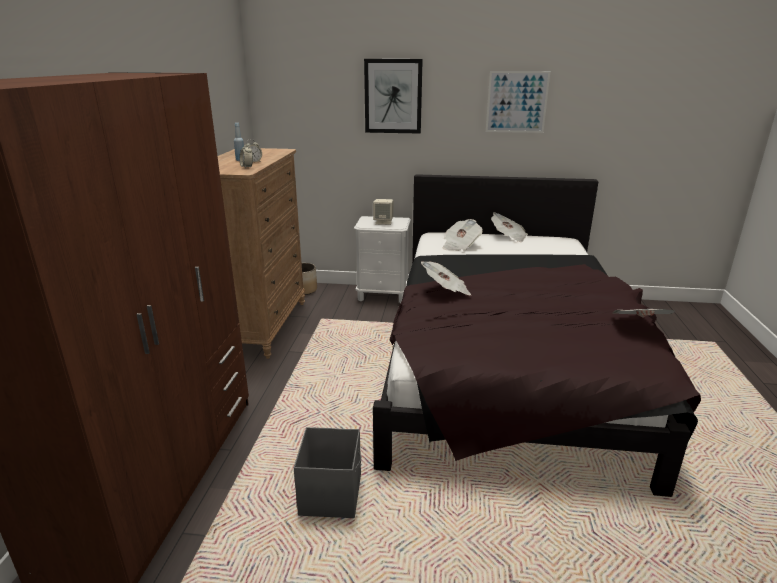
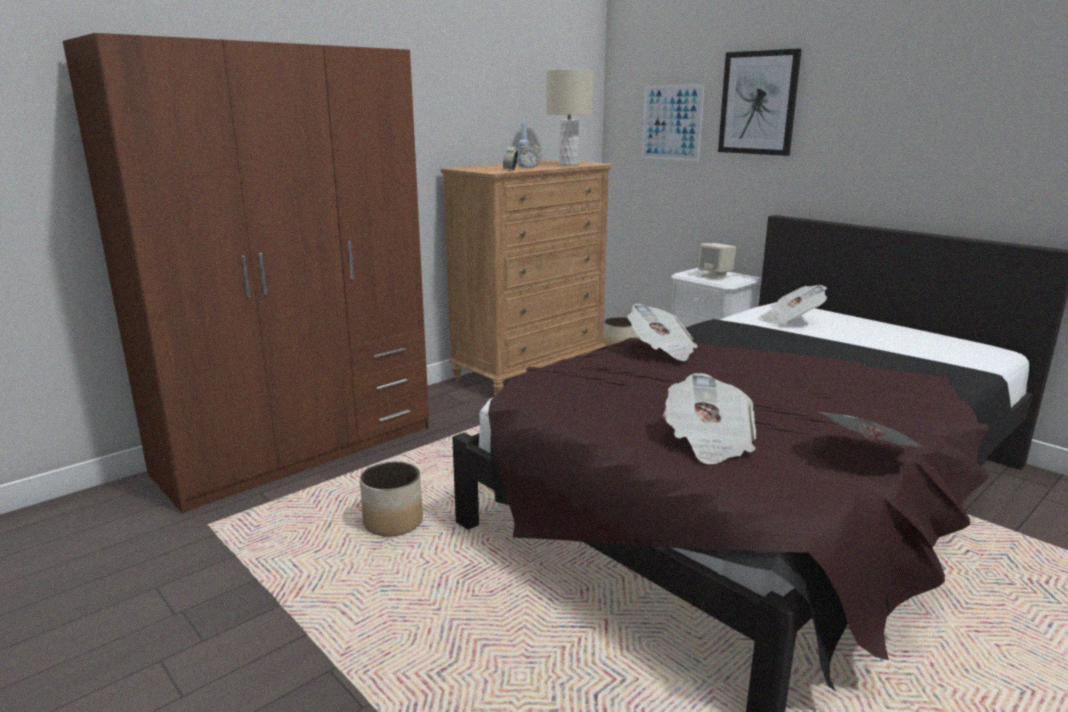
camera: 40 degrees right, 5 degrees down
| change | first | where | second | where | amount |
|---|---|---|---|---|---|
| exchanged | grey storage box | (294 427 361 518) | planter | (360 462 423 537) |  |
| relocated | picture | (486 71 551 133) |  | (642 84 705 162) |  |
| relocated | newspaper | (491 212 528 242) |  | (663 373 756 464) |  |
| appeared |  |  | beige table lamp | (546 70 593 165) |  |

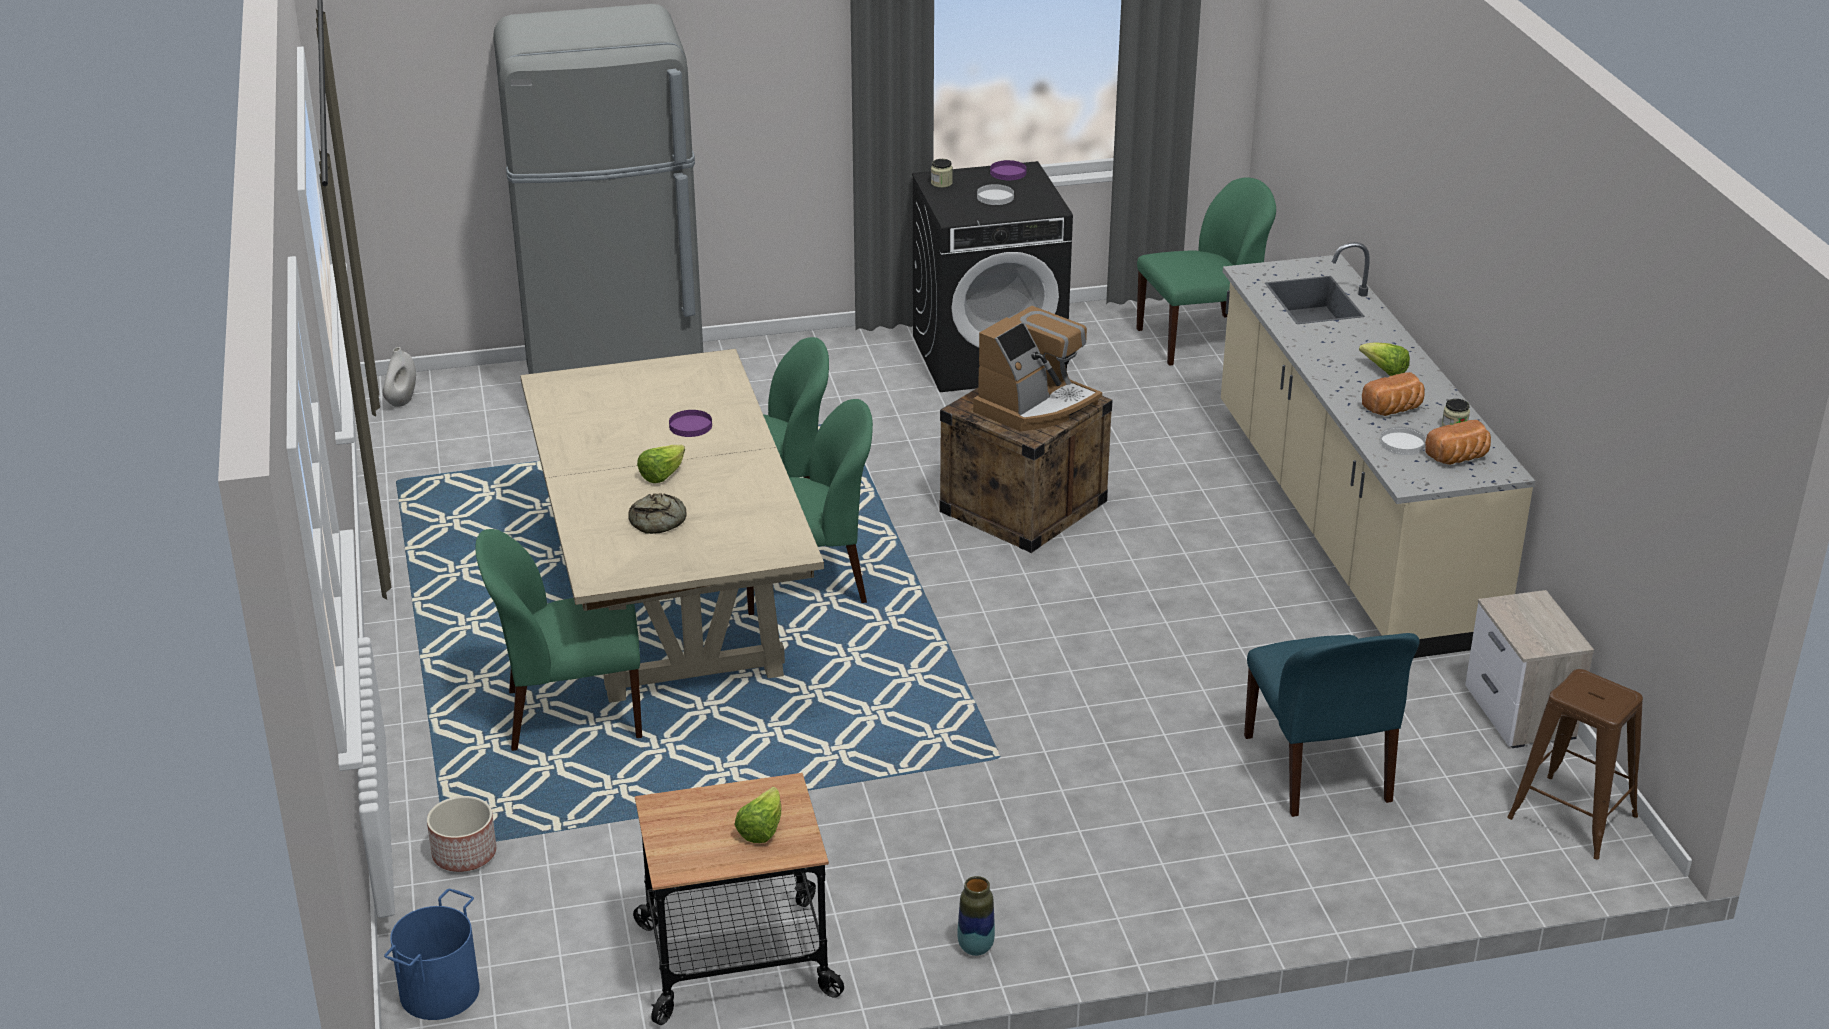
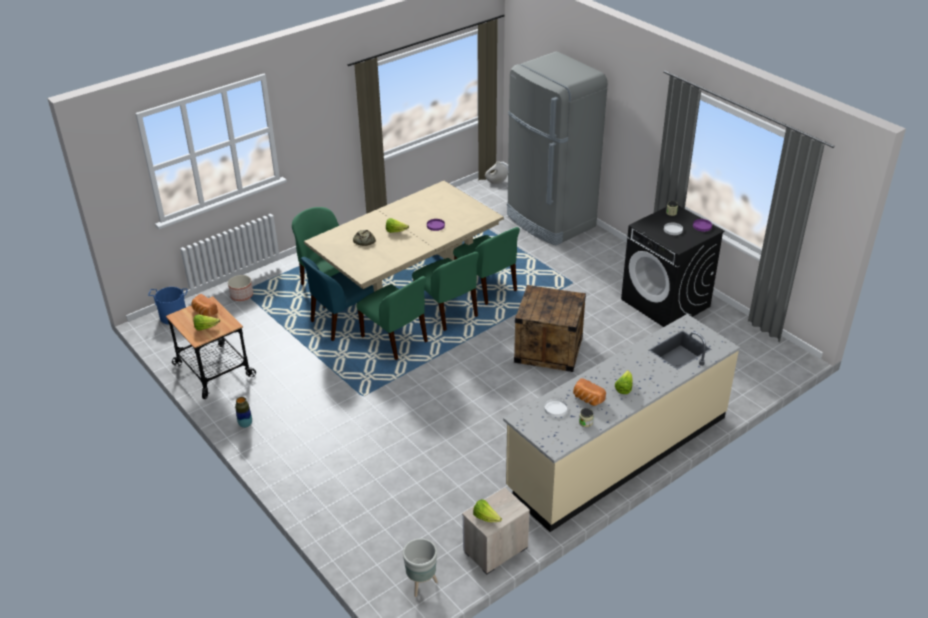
camera: 65 degrees right, 5 degrees up
| change | first | where | second | where | amount |
|---|---|---|---|---|---|
| missing | coffee machine | (973 306 1102 432) |  |  |  |
| relocated | green chair | (1137 177 1276 366) |  | (356 276 428 360) |  |
| relocated | blue chair | (1244 633 1420 817) |  | (301 257 374 341) |  |
| relocated | bread | (1425 420 1491 465) |  | (191 294 218 317) |  |
| exchanged | brown stool | (1507 669 1643 859) | grey planter | (403 538 438 597) |  |
| appeared |  |  | lettuce | (473 499 502 522) |  |

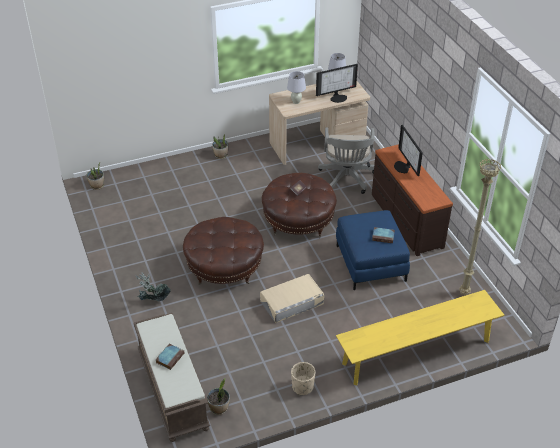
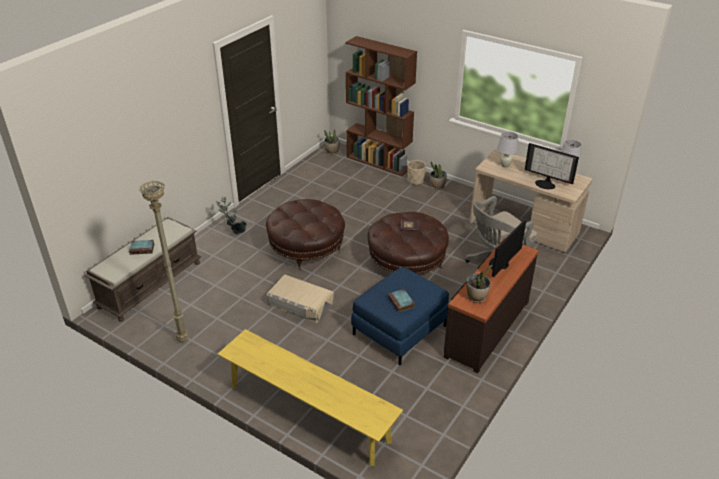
camera: 55 degrees right, 5 degrees down
| change | first | where | second | where | amount |
|---|---|---|---|---|---|
| relocated | potted plant | (207 378 230 415) |  | (466 265 492 303) |  |
| relocated | beige planter | (291 362 316 395) |  | (407 160 426 185) |  |
| relocated | beige floor lamp | (459 159 501 296) |  | (139 181 189 342) |  |
| appeared |  |  | brown bookcase | (345 36 417 176) |  |

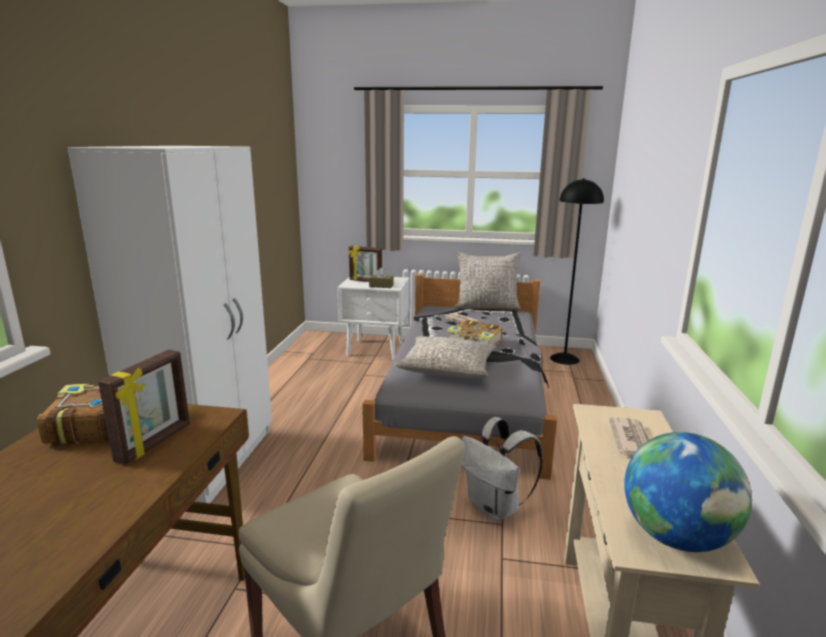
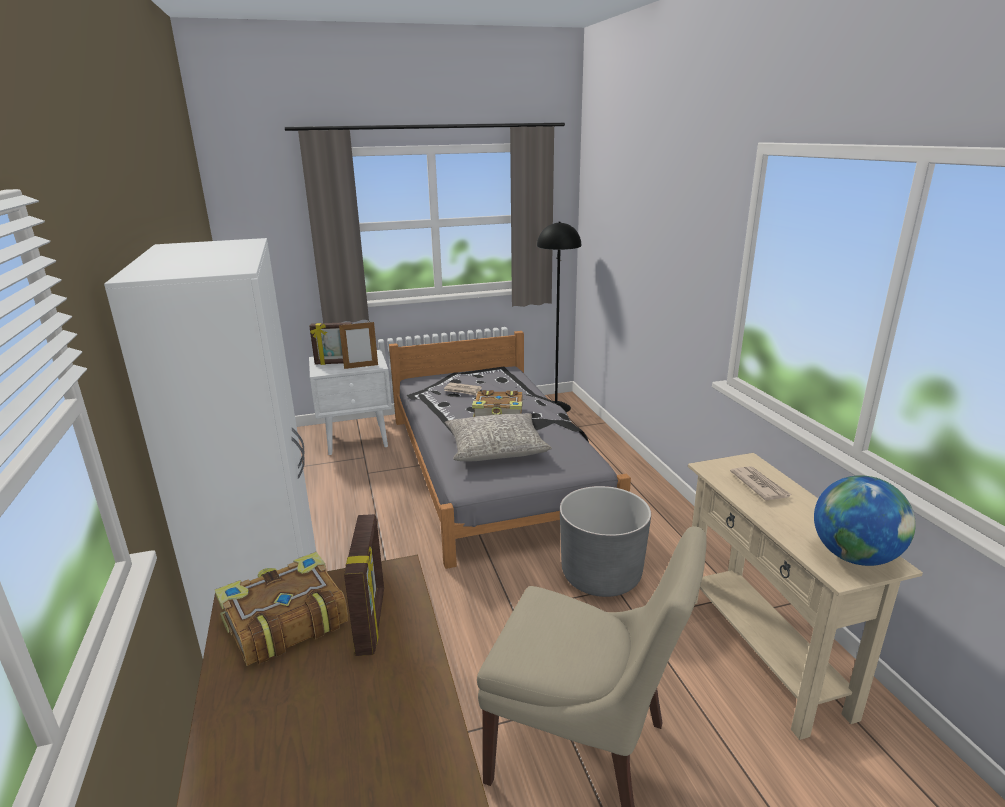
camera: 25 degrees left, 5 degrees up
| change | first | where | second | where | amount |
|---|---|---|---|---|---|
| exchanged | brown tissue box | (369 268 394 288) | picture frame | (339 322 378 369) |  |
| missing | grey pillow | (455 251 521 310) |  |  |  |
| exchanged | white backpack | (462 417 543 521) | grey planter | (560 486 651 597) |  |

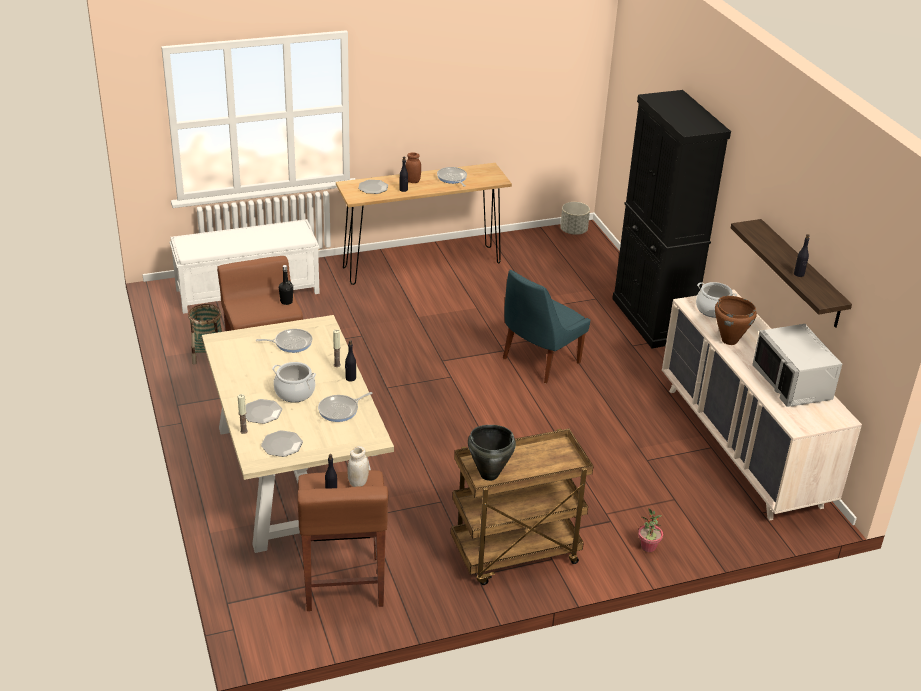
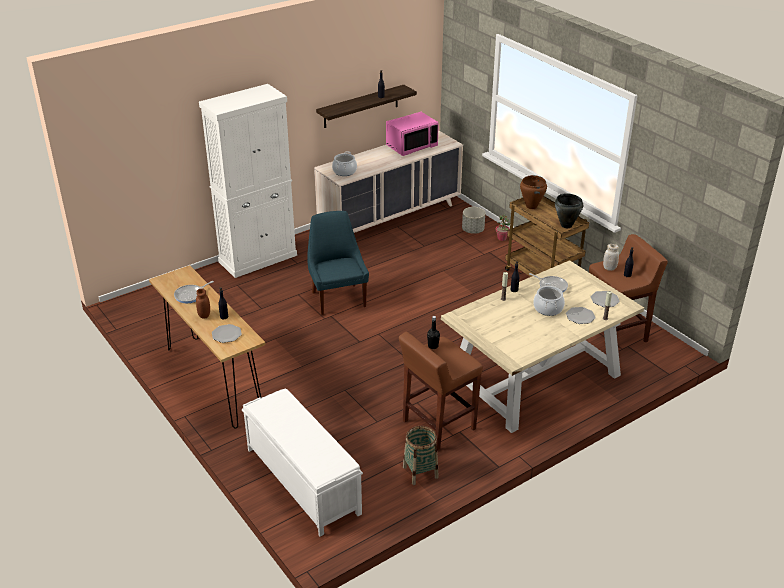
camera: 105 degrees left, 0 degrees up
| change | first | where | second | where | amount |
|---|---|---|---|---|---|
| missing | frying pan | (256 329 312 353) |  |  |  |
| spun | blue chair | (503 270 591 384) |  | (307 211 369 315) | 135 degrees counterclockwise |
| relocated | grey planter | (560 202 590 235) |  | (462 207 485 234) |  |
| colour | black cabinet | (612 90 731 348) | white cabinet | (199 84 297 278) |  |
| relocated | brown cooking pot | (715 296 757 345) |  | (520 175 547 209) |  |
| colour | grey microwave | (752 324 842 407) | pink microwave | (386 112 439 156) |  |

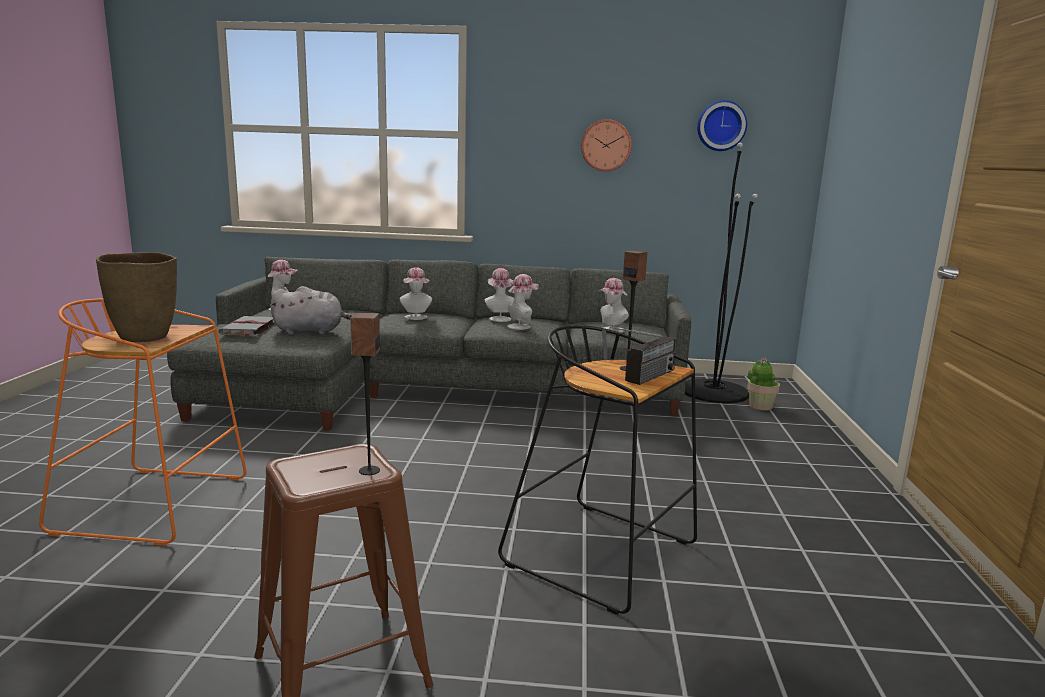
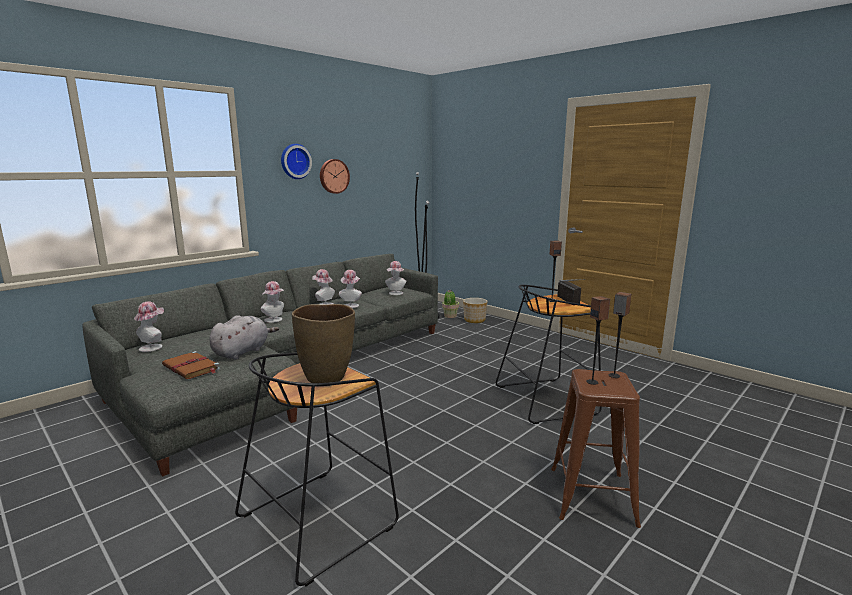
camera: 50 degrees left, 0 degrees up
| change | first | where | second | where | amount |
|---|---|---|---|---|---|
| colour | orange stool | (39 299 247 546) | black stool | (235 352 399 587) |  |
| colour | grey book | (218 316 275 337) | brown book | (162 351 220 379) |  |
| relocated | wall clock | (697 100 747 151) |  | (281 144 312 179) |  |
| appeared |  |  | planter | (463 298 487 323) |  |
| appeared |  |  | speaker | (587 296 610 385) |  |

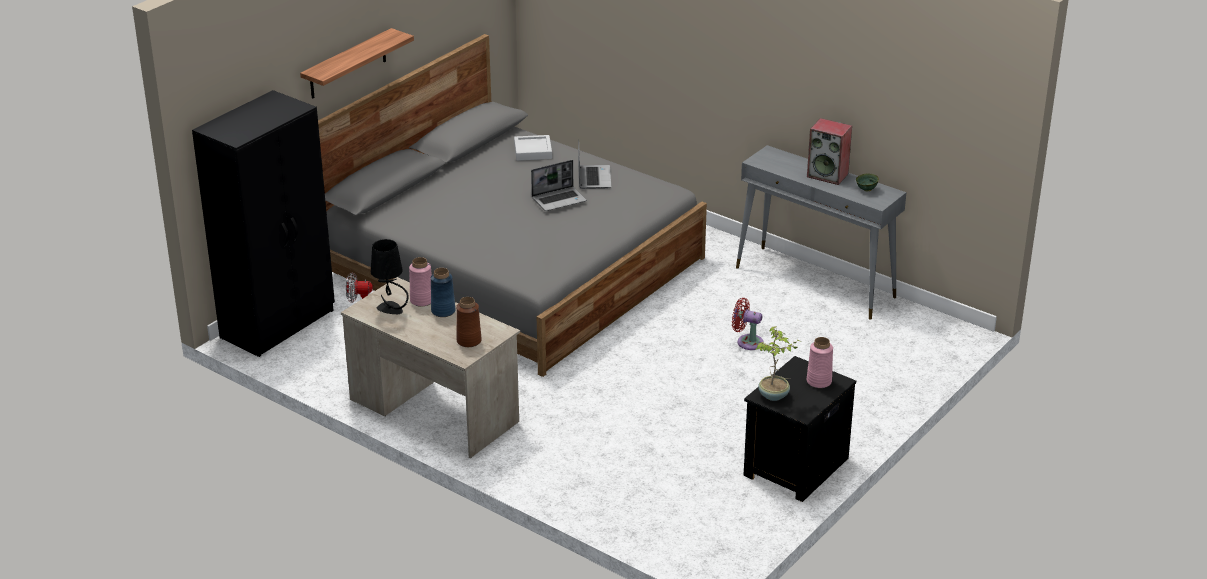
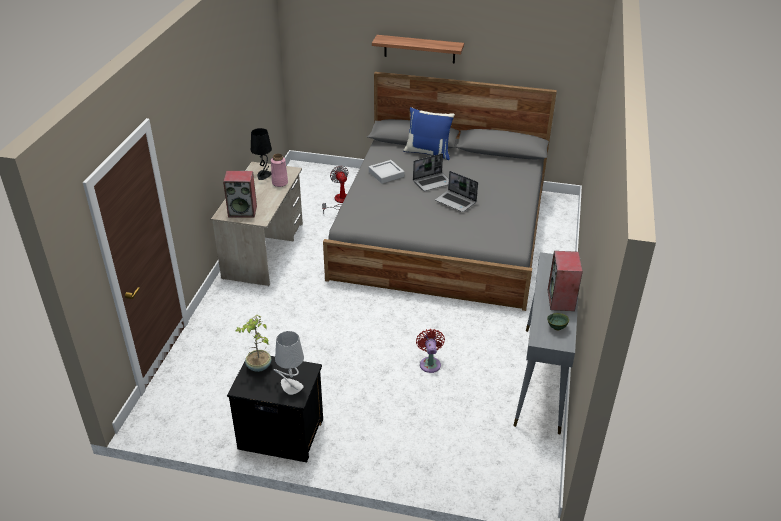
camera: 65 degrees right, 5 degrees up
| change | first | where | second | where | amount |
|---|---|---|---|---|---|
| missing | black wardrobe | (192 90 335 357) |  |  |  |
| missing | blue vase | (431 268 456 317) |  |  |  |
| exchanged | brown vase | (456 297 482 347) | speaker | (223 171 257 217) |  |
| relocated | grey tray | (514 135 552 161) |  | (369 160 404 184) |  |
| relocated | laptop | (578 140 611 189) |  | (413 154 449 191) |  |
| exchanged | pink vase | (807 337 833 388) | grey table lamp | (274 331 304 395) |  |
| appeared |  |  | blue pillow | (403 107 455 160) |  |

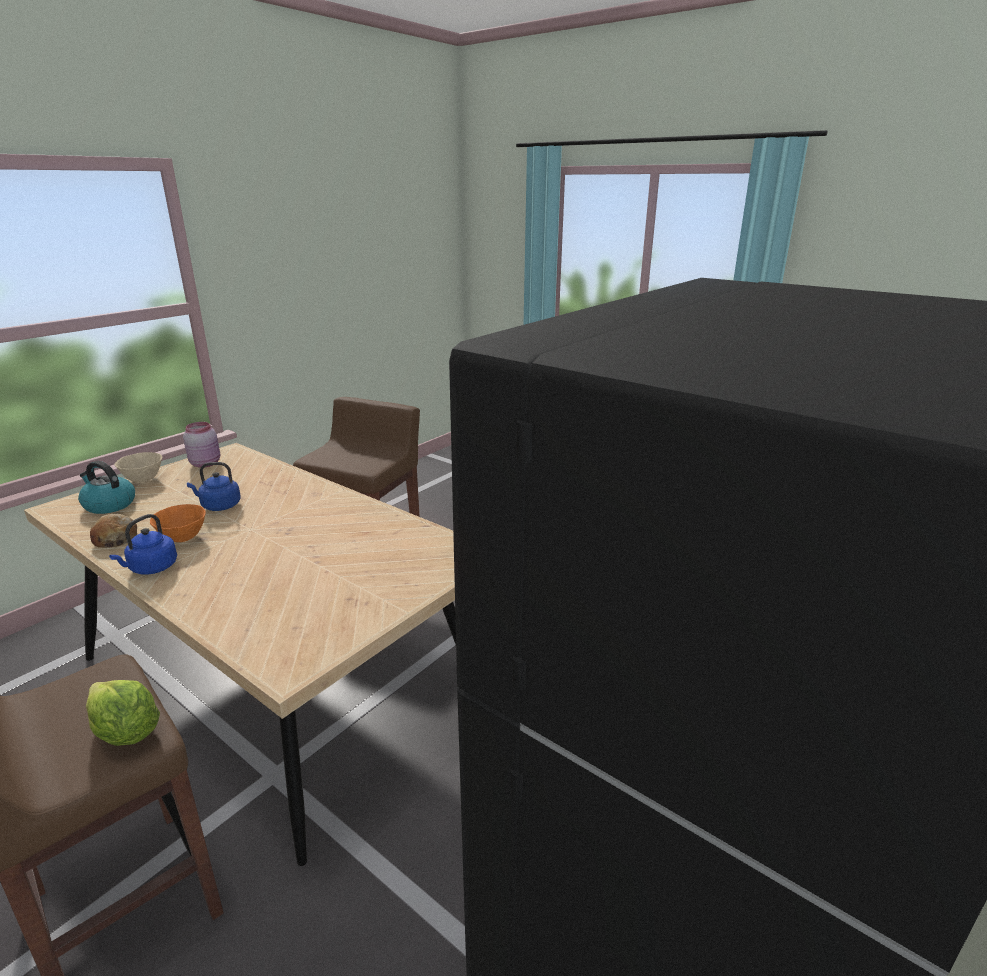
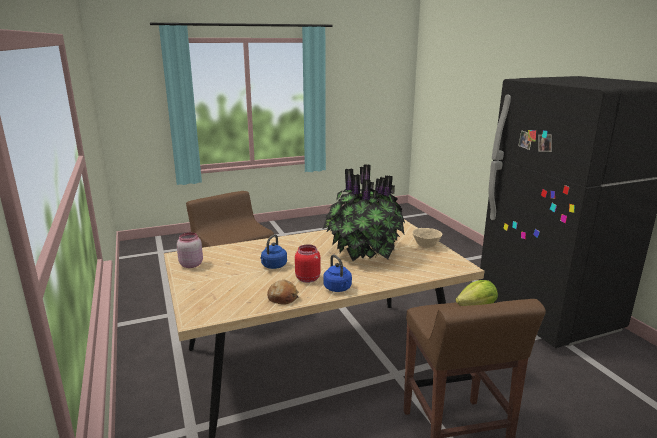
camera: 60 degrees left, 5 degrees down
| change | first | where | second | where | amount |
|---|---|---|---|---|---|
| missing | kettle | (78 461 135 514) |  |  |  |
| relocated | beige bowl | (114 452 162 482) |  | (412 228 442 248) |  |
| exchanged | orange bowl | (150 504 206 542) | red jar | (295 244 321 283) |  |
| appeared |  |  | potted plant | (323 164 405 261) |  |

